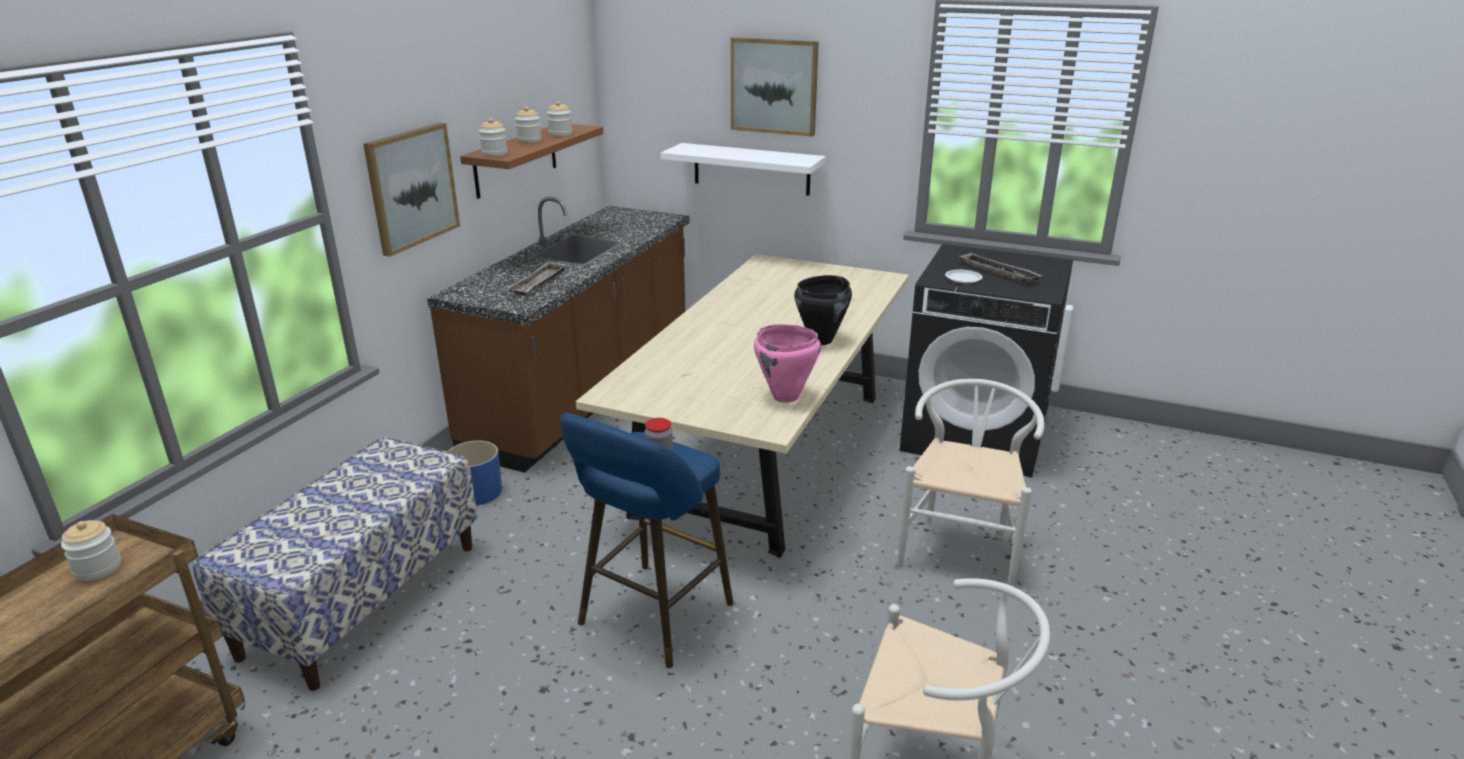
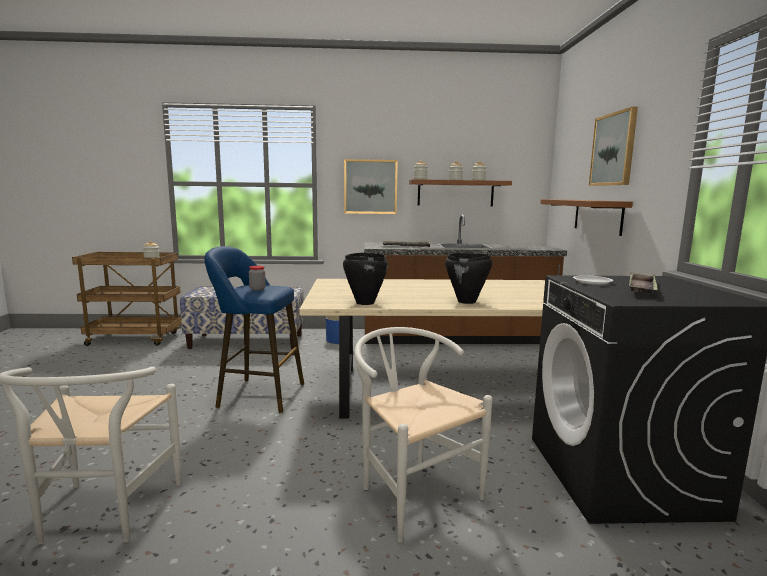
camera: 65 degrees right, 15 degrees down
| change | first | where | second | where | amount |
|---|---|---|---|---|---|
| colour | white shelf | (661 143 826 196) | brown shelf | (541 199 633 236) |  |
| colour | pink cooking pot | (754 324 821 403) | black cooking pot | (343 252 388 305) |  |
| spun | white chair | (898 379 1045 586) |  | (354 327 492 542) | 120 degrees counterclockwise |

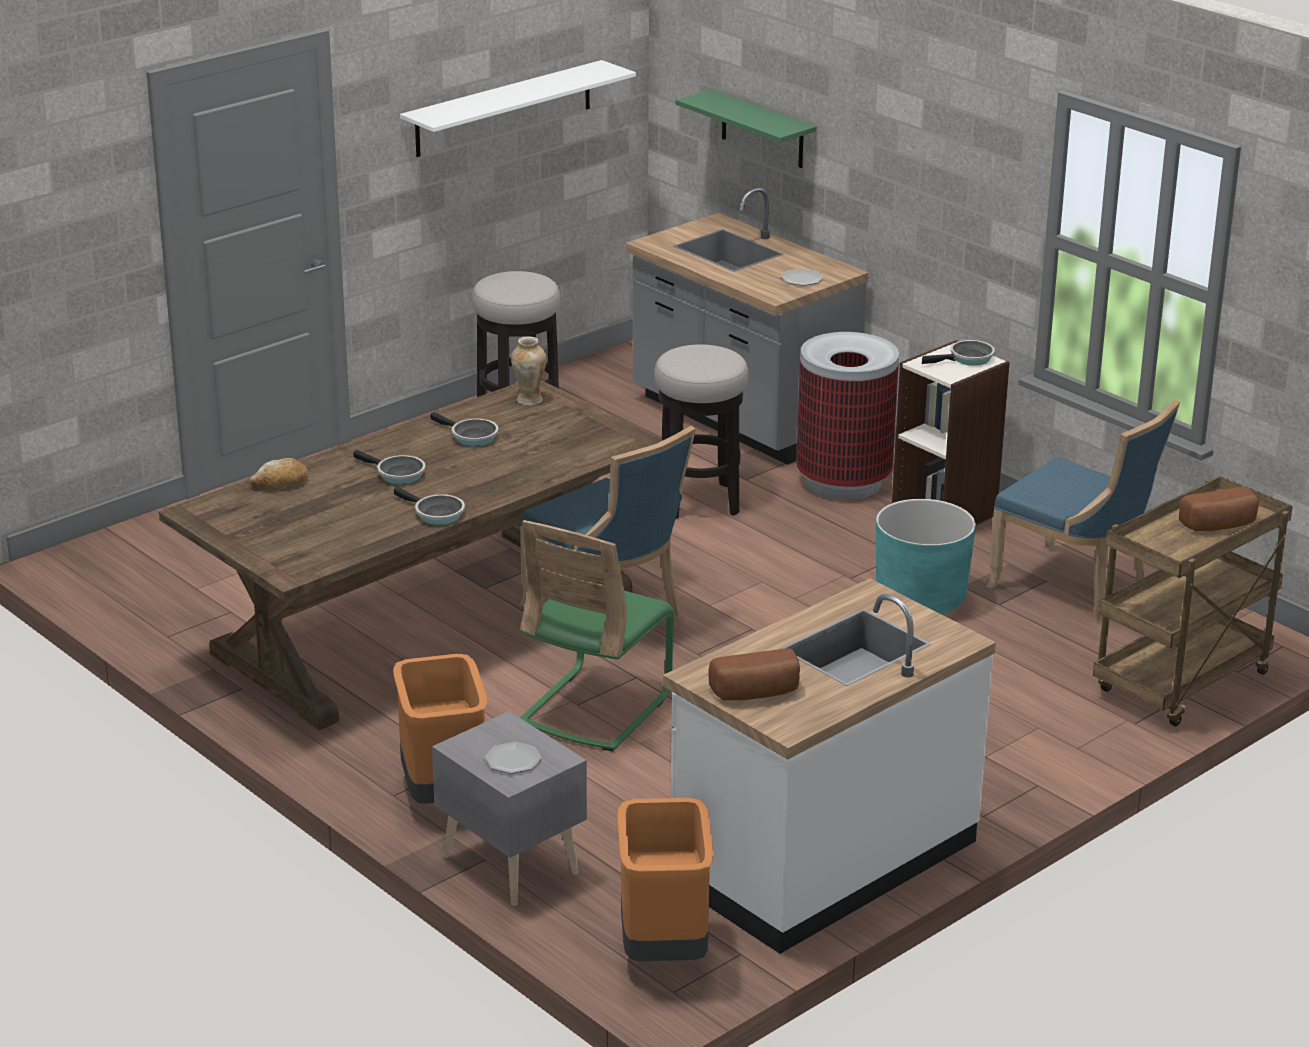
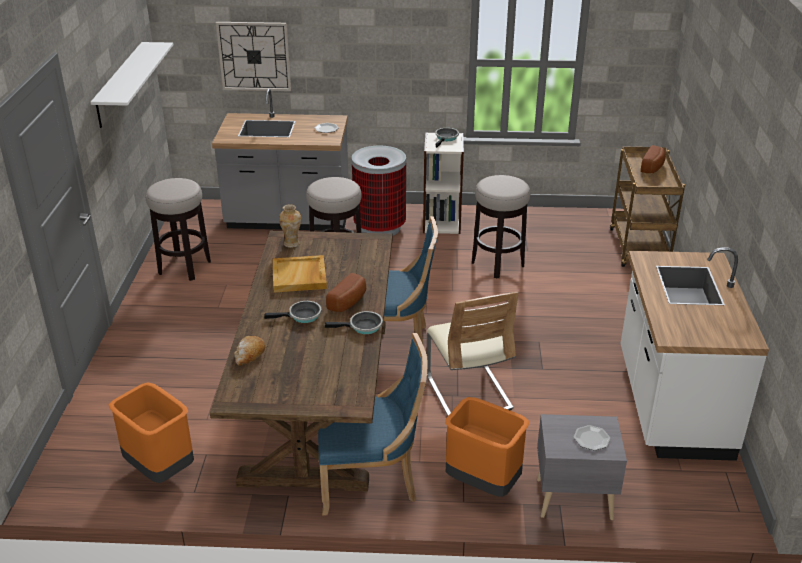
camera: 45 degrees left, 5 degrees up
| change | first | where | second | where | amount |
|---|---|---|---|---|---|
| exchanged | frying pan | (430 412 498 446) | beige tray | (273 255 327 292) |  |
| colour | green chair | (520 520 674 752) | beige chair | (427 292 518 416) |  |
| relocated | orange trash can | (617 798 714 961) |  | (109 382 194 483) |  |
| exchanged | green shelf | (676 89 817 168) | wall clock | (216 22 291 91) |  |
| relocated | bread | (708 648 800 700) |  | (326 273 366 312) |  |
| exchanged | turquoise planter | (876 499 976 615) | stool | (472 175 530 278) |  |
| relocated | blue chair | (986 399 1180 622) |  | (318 333 428 516) |  |

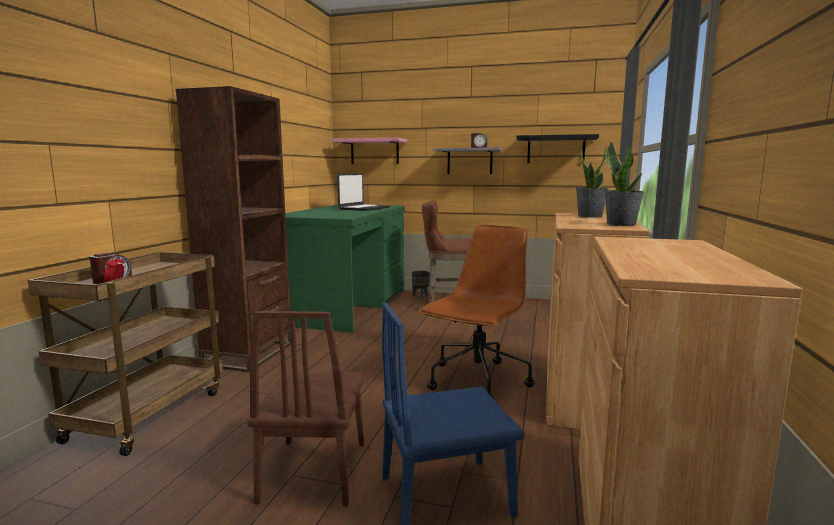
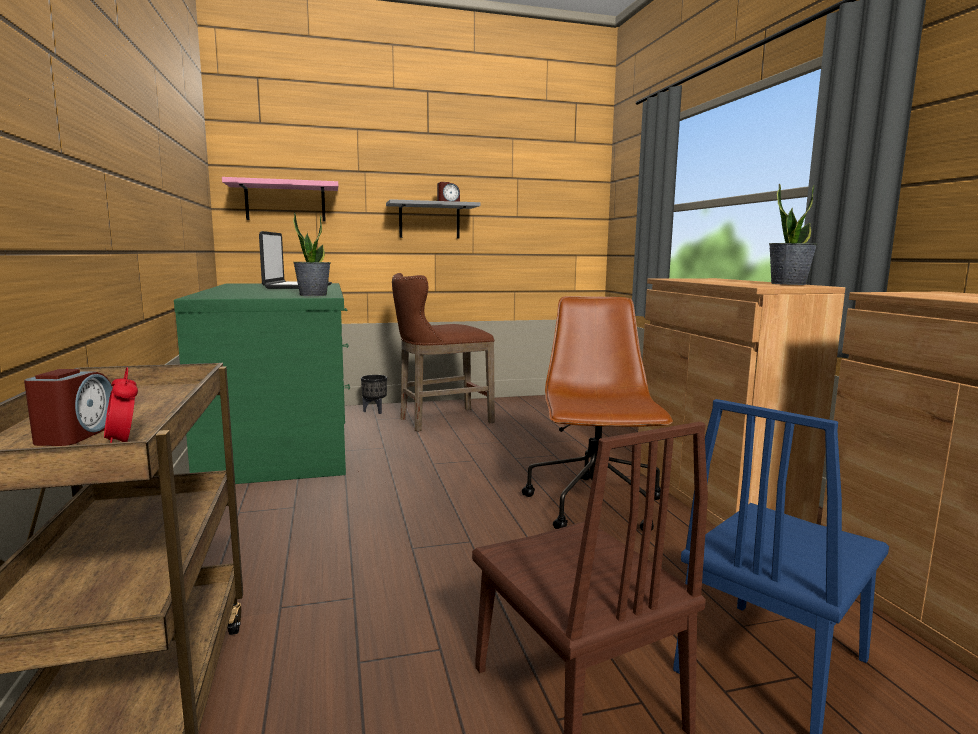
camera: 30 degrees left, 0 degrees up
| change | first | where | second | where | amount |
|---|---|---|---|---|---|
| missing | brown bookcase | (176 86 291 372) |  |  |  |
| missing | black shelf | (516 134 599 163) |  |  |  |
| relocated | potted plant | (576 145 609 218) |  | (293 212 331 296) |  |

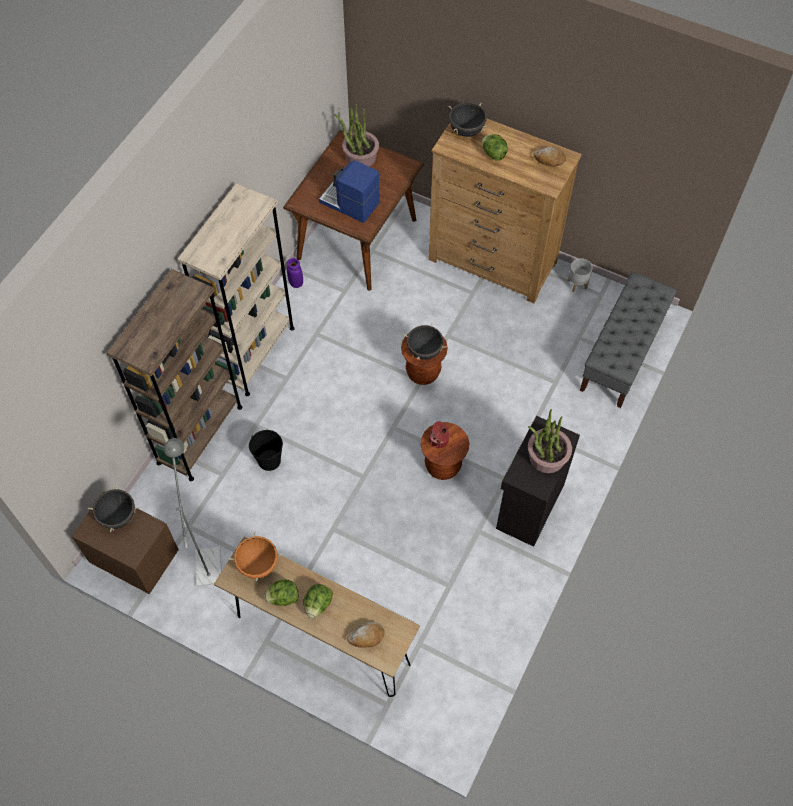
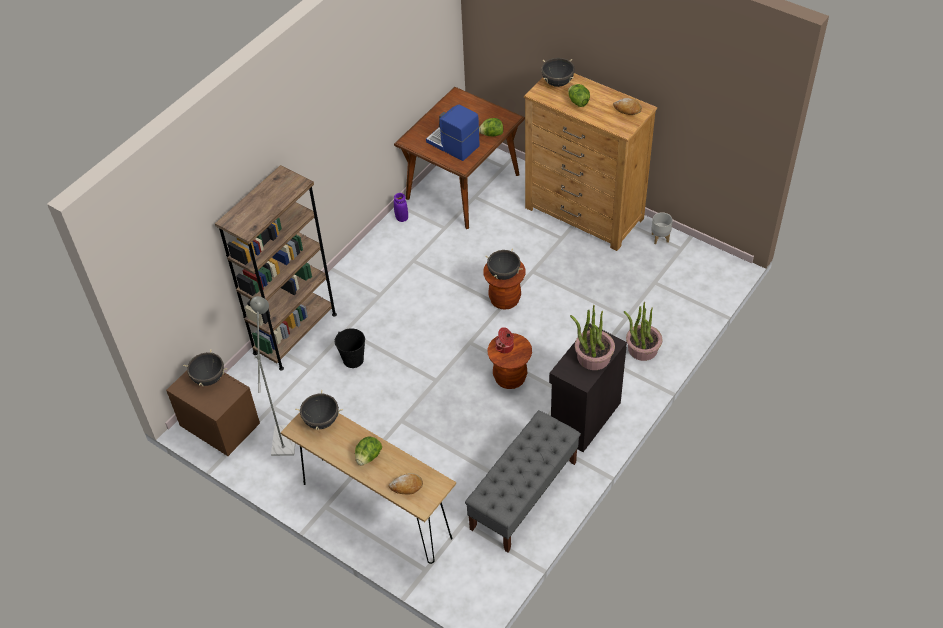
camera: 10 degrees right, 10 degrees down
| change | first | where | second | where | amount |
|---|---|---|---|---|---|
| missing | beige bookcase | (177 183 295 396) |  |  |  |
| colour | orange cooking pot | (229 532 283 582) | black cooking pot | (295 390 343 430) |  |
| relocated | lettuce | (264 579 299 606) |  | (479 118 503 137) |  |
| relocated | potted plant | (335 104 379 166) |  | (624 302 662 361) |  |
| relocated | grey bench | (580 272 677 408) |  | (465 410 581 552) |  |

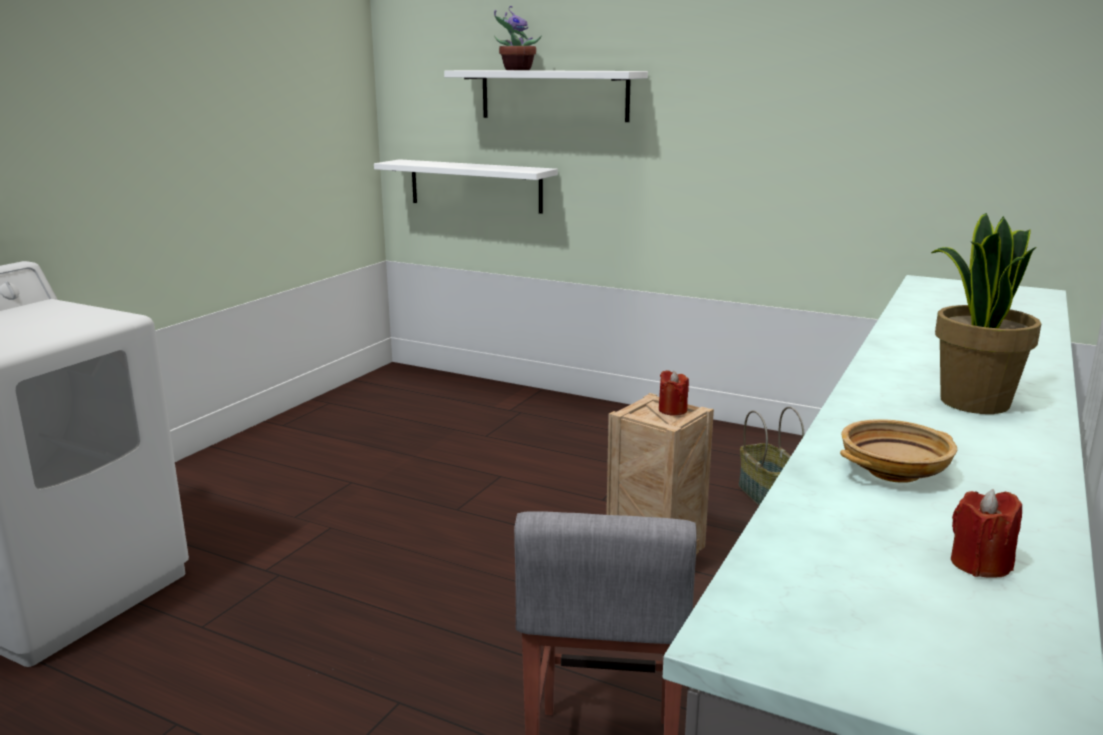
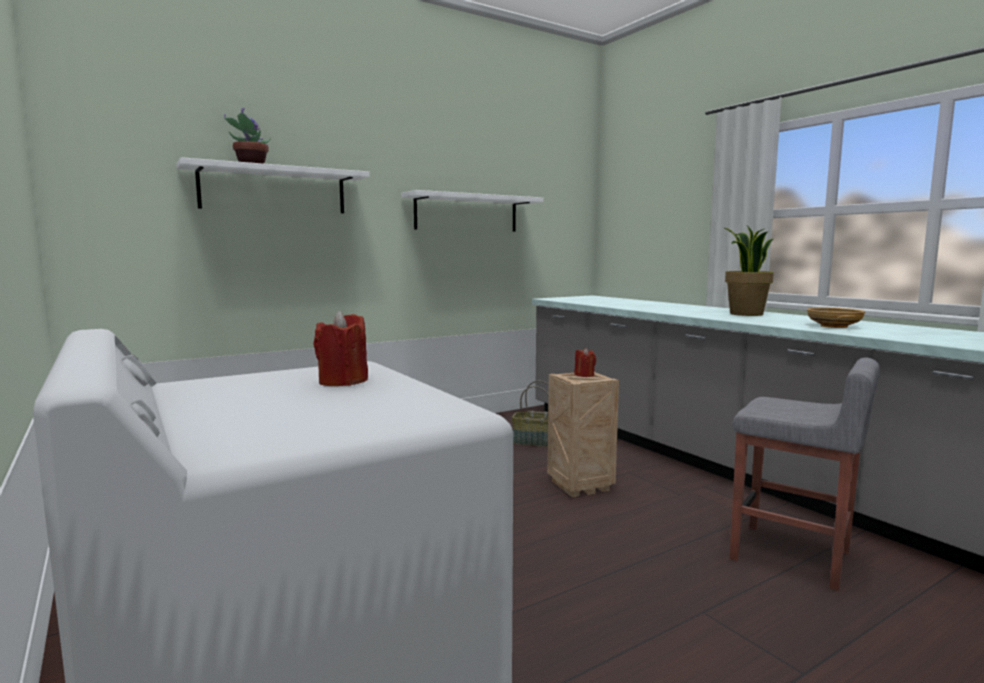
camera: 60 degrees left, 10 degrees down
| change | first | where | second | where | amount |
|---|---|---|---|---|---|
| relocated | white shelf | (374 159 558 214) |  | (401 190 544 232) |  |
| relocated | red candle | (951 489 1022 578) |  | (314 311 368 386) |  |

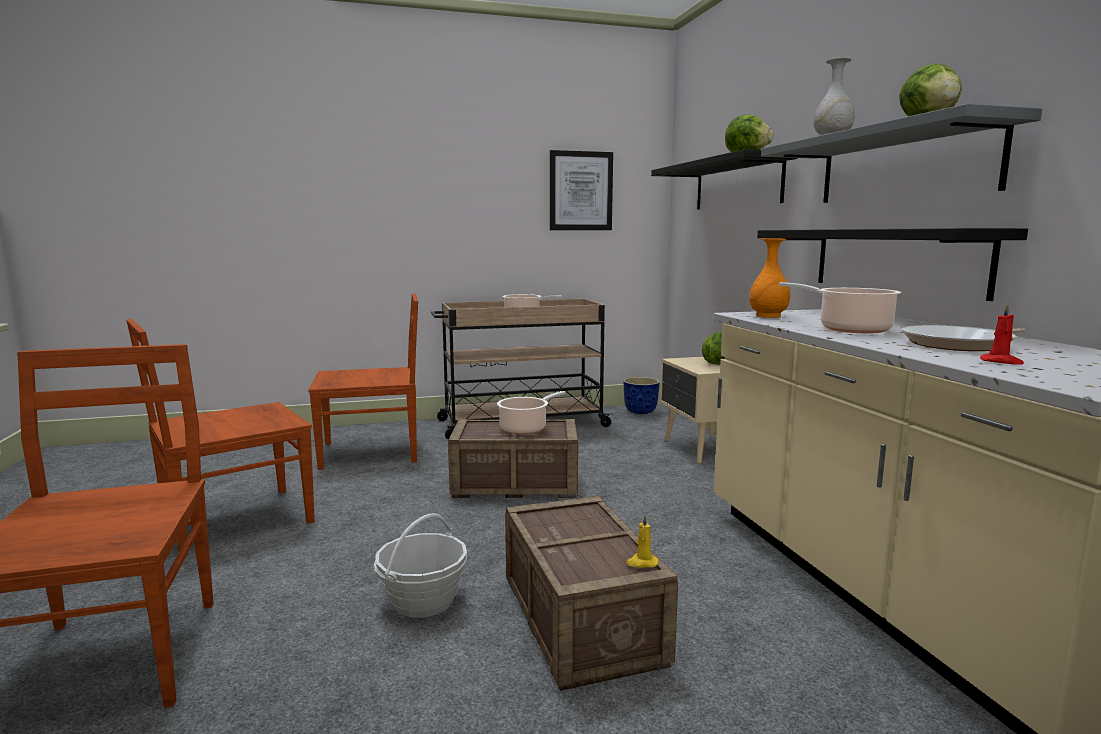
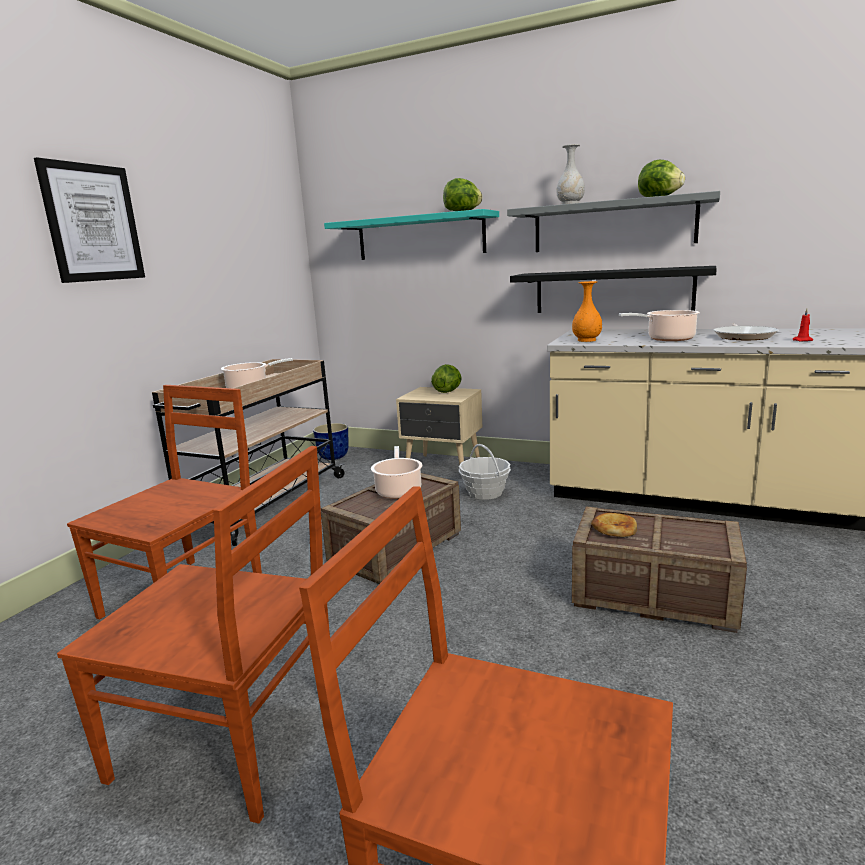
camera: 50 degrees left, 5 degrees up
| change | first | where | second | where | amount |
|---|---|---|---|---|---|
| spun | brown chair | (126 319 315 555) |  | (57 446 330 824) | 75 degrees counterclockwise |
| relocated | basket | (374 513 467 618) |  | (459 444 511 500) |  |
| relocated | picture | (550 150 613 230) |  | (34 157 145 283) |  |
| missing | yellow candle | (626 515 658 568) |  |  |  |
| colour | black shelf | (651 149 797 209) | turquoise shelf | (324 209 499 260) |  |
| appeared |  |  | bread | (591 513 637 537) |  |

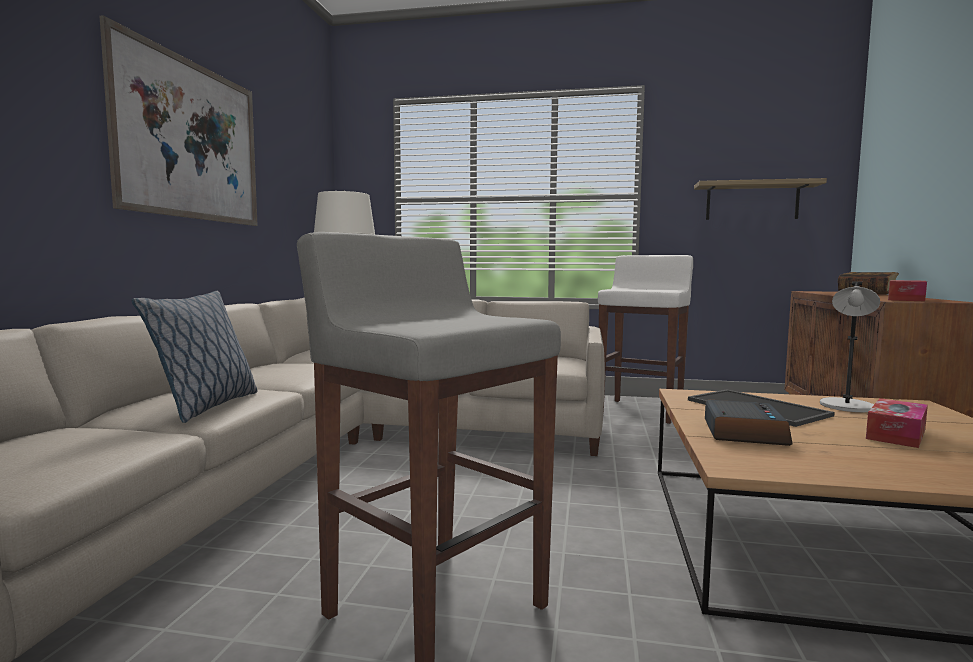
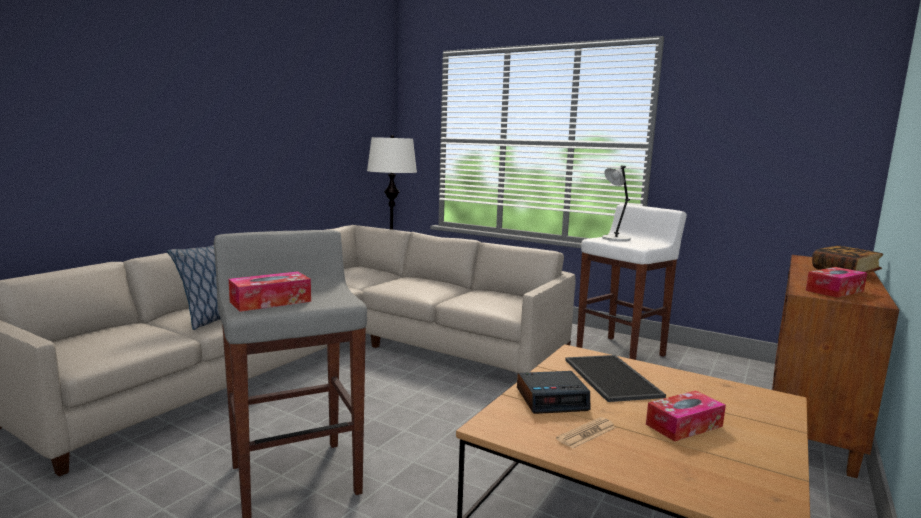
camera: 20 degrees right, 5 degrees up
| change | first | where | second | where | amount |
|---|---|---|---|---|---|
| missing | picture | (100 15 258 226) |  |  |  |
| missing | shelf | (694 178 827 220) |  |  |  |
| spun | alarm clock | (705 400 792 446) |  | (517 371 590 414) | 45 degrees clockwise |
| relocated | grey table lamp | (820 281 880 412) |  | (602 166 631 241) |  |
| appeared |  |  | tissue box | (229 271 311 312) |  |
| appeared |  |  | newspaper | (556 417 616 449) |  |

